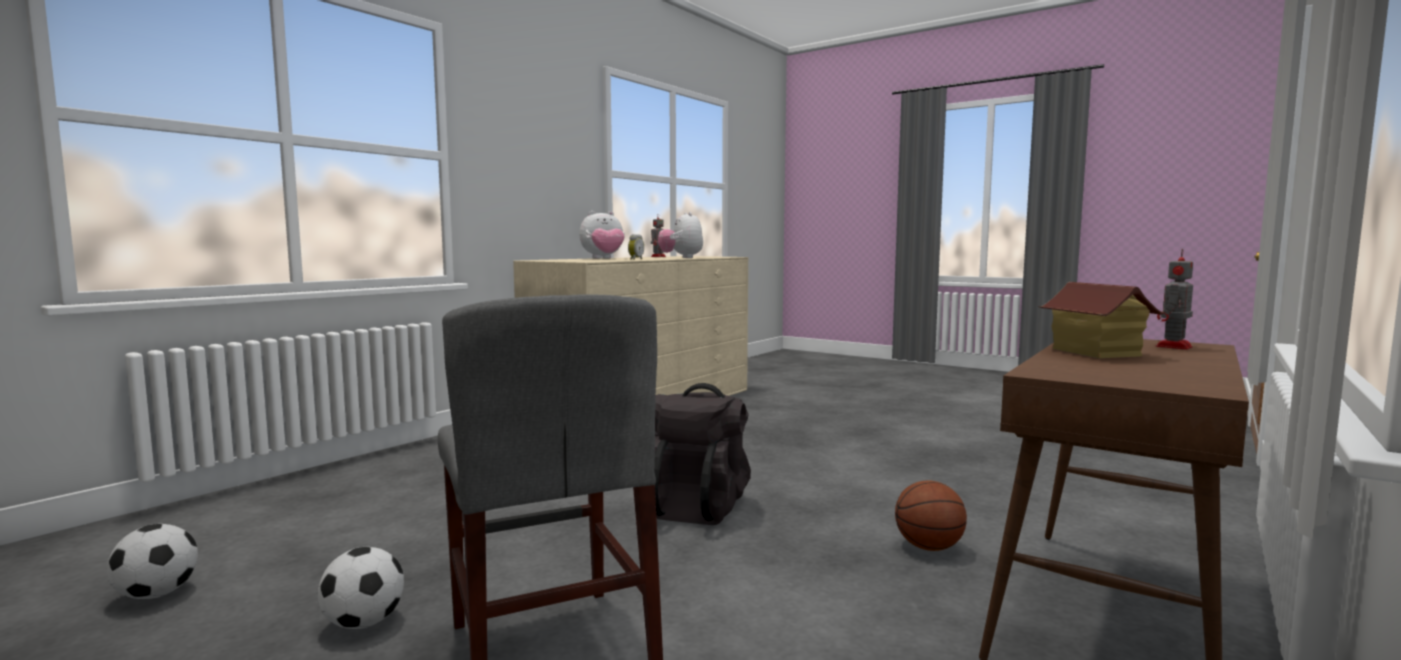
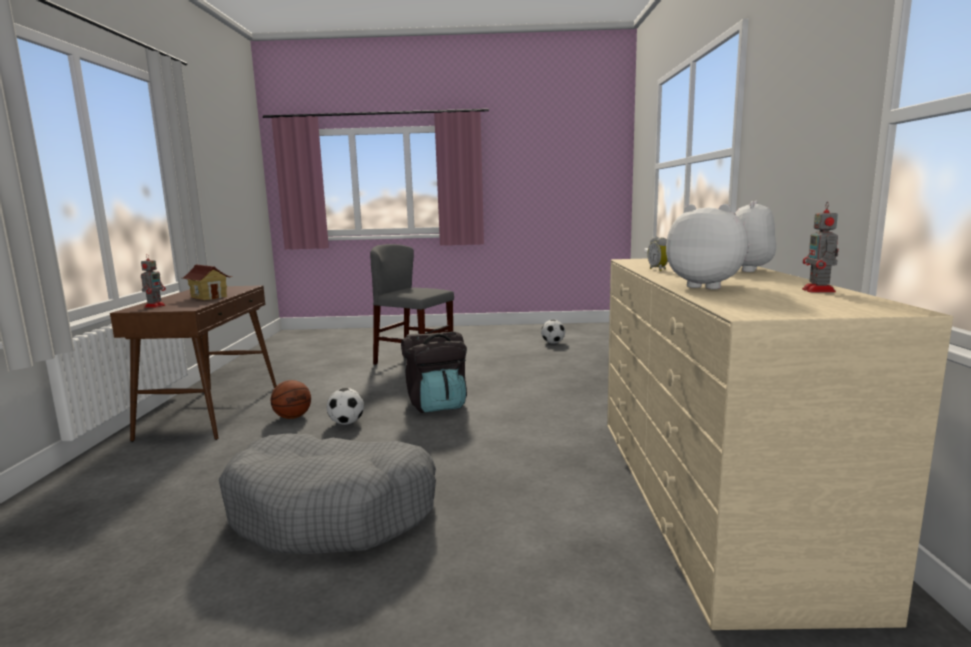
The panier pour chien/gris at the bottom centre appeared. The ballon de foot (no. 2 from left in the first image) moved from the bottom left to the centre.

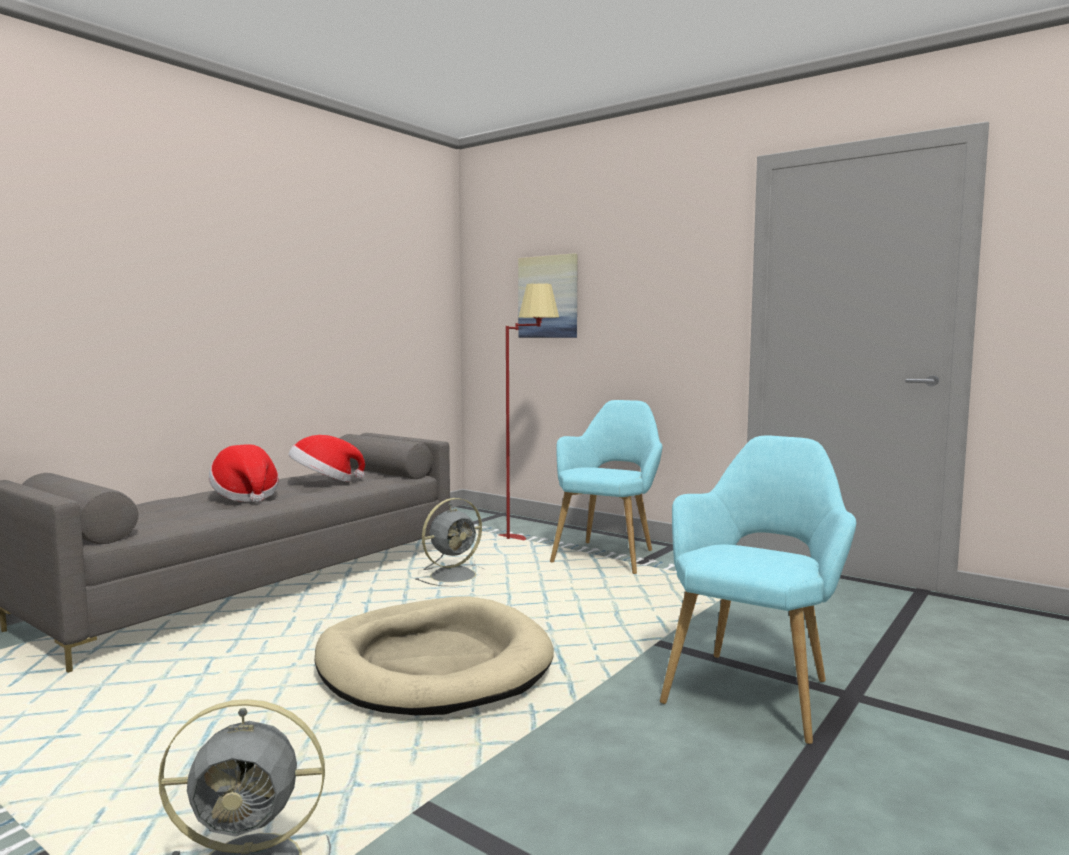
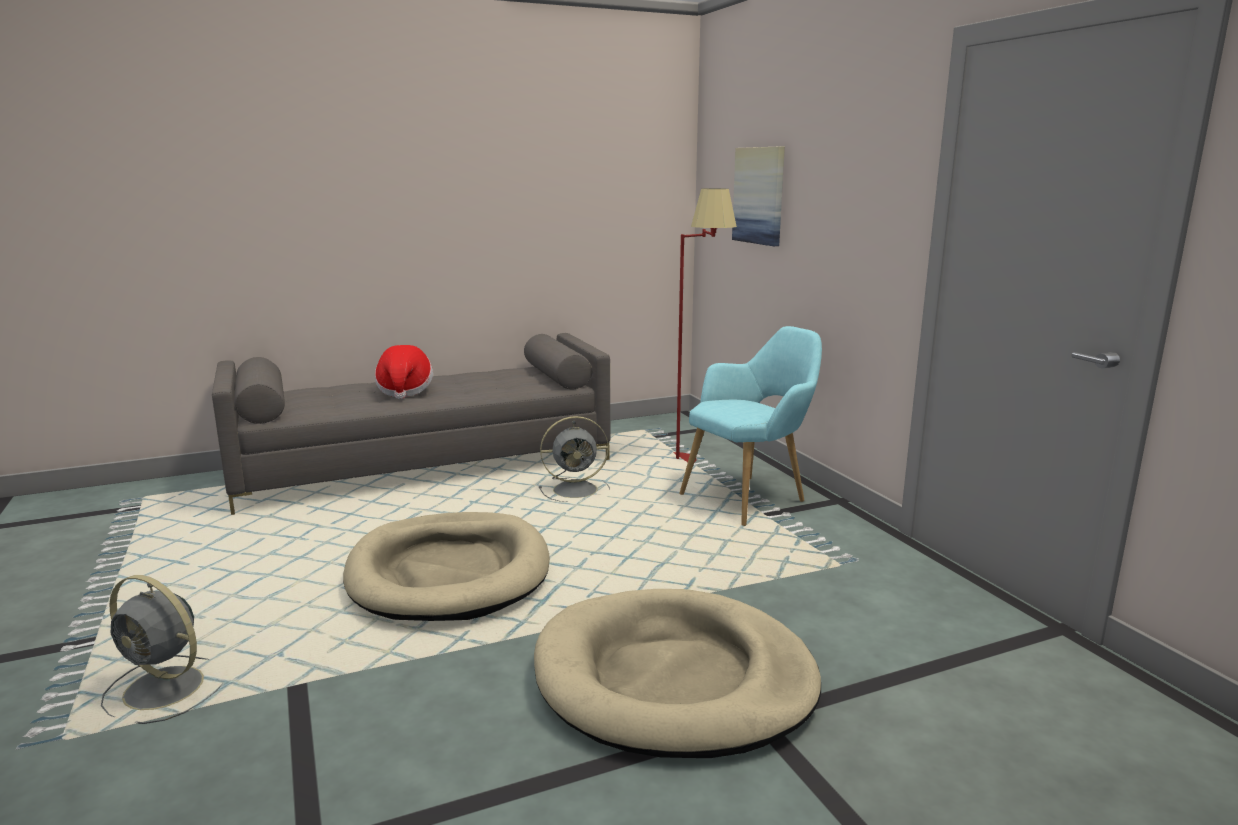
The chapeau (no. 2 from left) at the middle left disappeared. The fauteuil/turquoise (no. 2 from left) at the bottom right was replaced by the panier pour chien/beige (no. 2 from left) at the bottom centre.

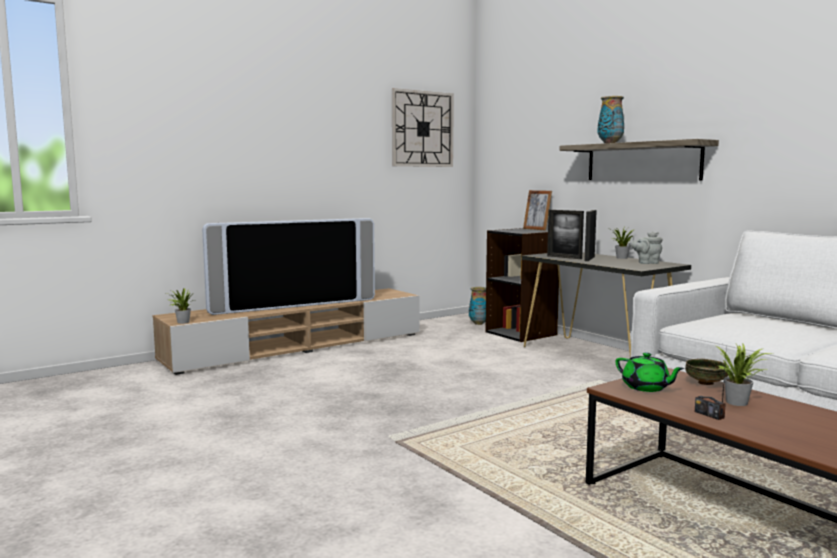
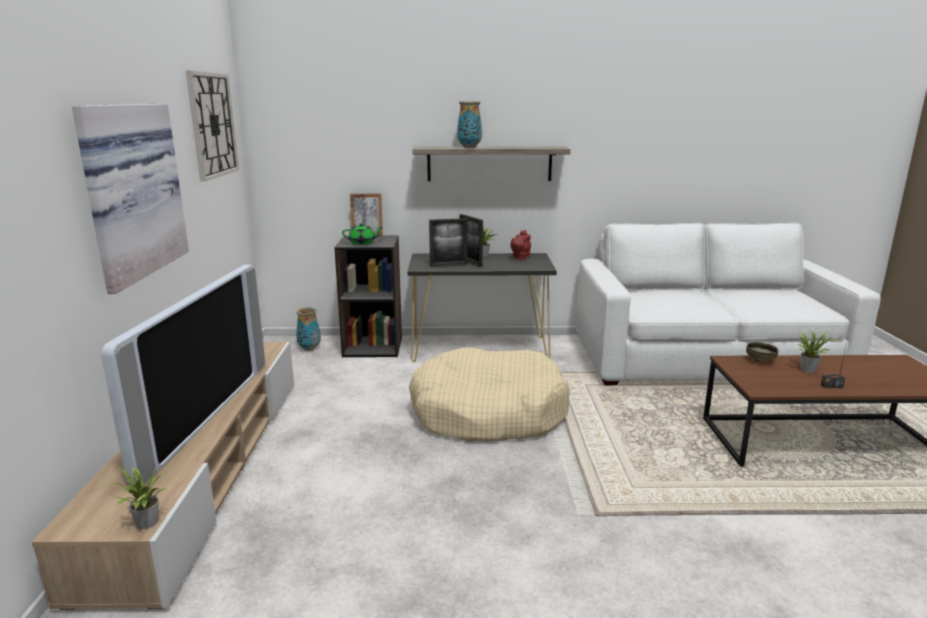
The tableau at the top left appeared. The panier pour chien/beige at the centre appeared. The théière/vert moved from the bottom right to the centre. The théière/gris at the middle right became the théière/rouge at the centre.

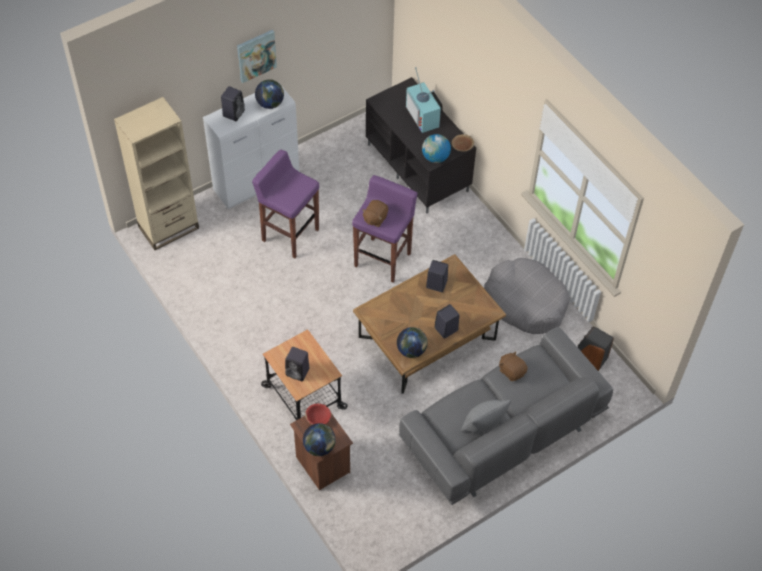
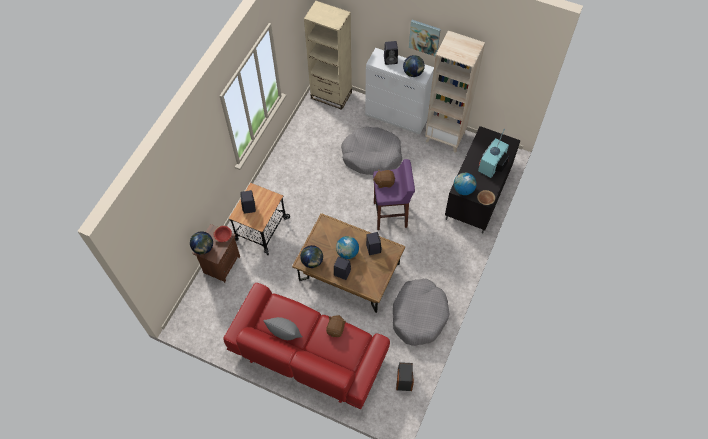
The globe (no. 3 from left) at the centre appeared. The bibliothèque/beige (no. 2 from left) at the top centre appeared. The tabouret/violet (no. 1 from left) at the centre was replaced by the panier pour chien/gris (no. 1 from left) at the centre. The canapé/gris at the bottom centre became the canapé/rouge at the bottom centre.

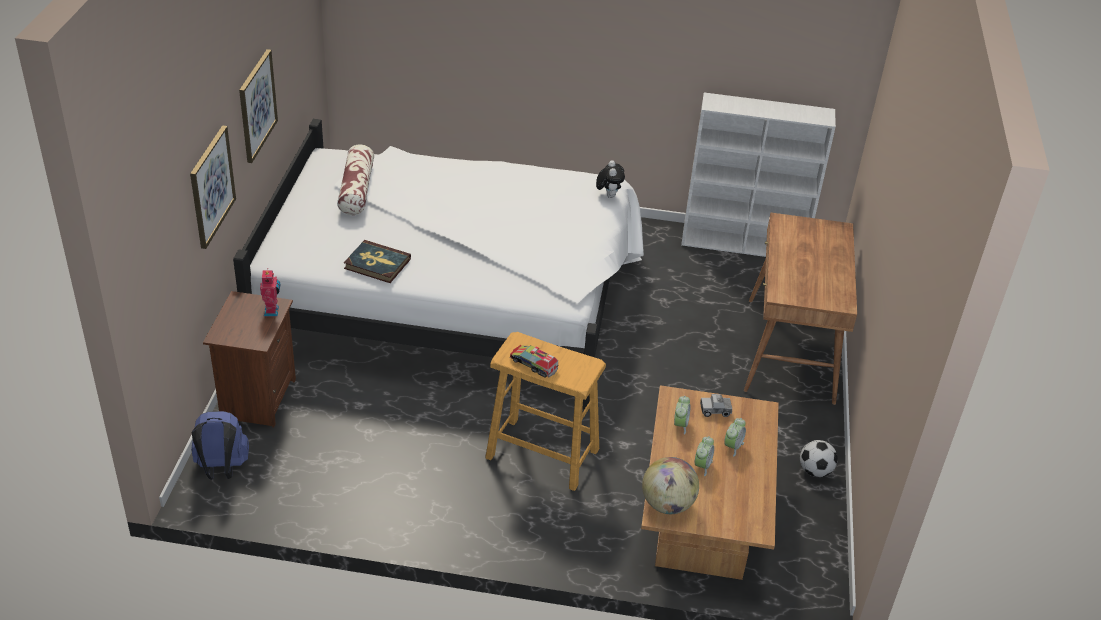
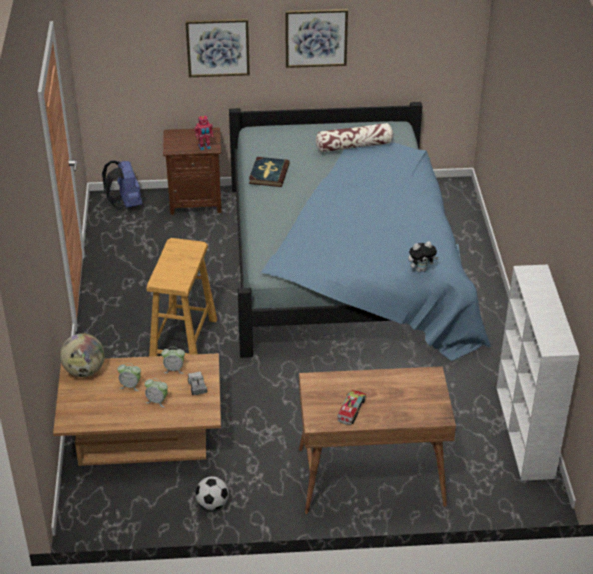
The camion jouet (no. 1 from left in the first image) moved from the centre to the bottom centre. The lit/blanc at the centre became the lit/bleu at the centre.

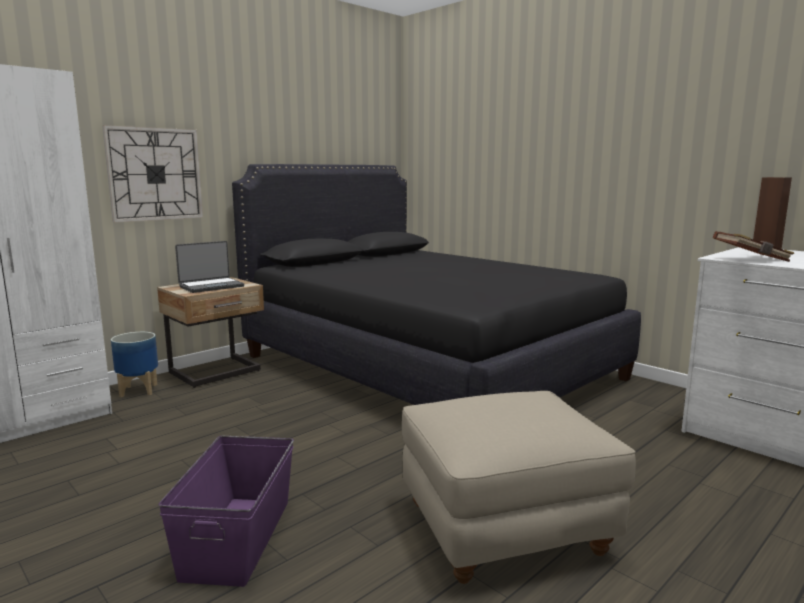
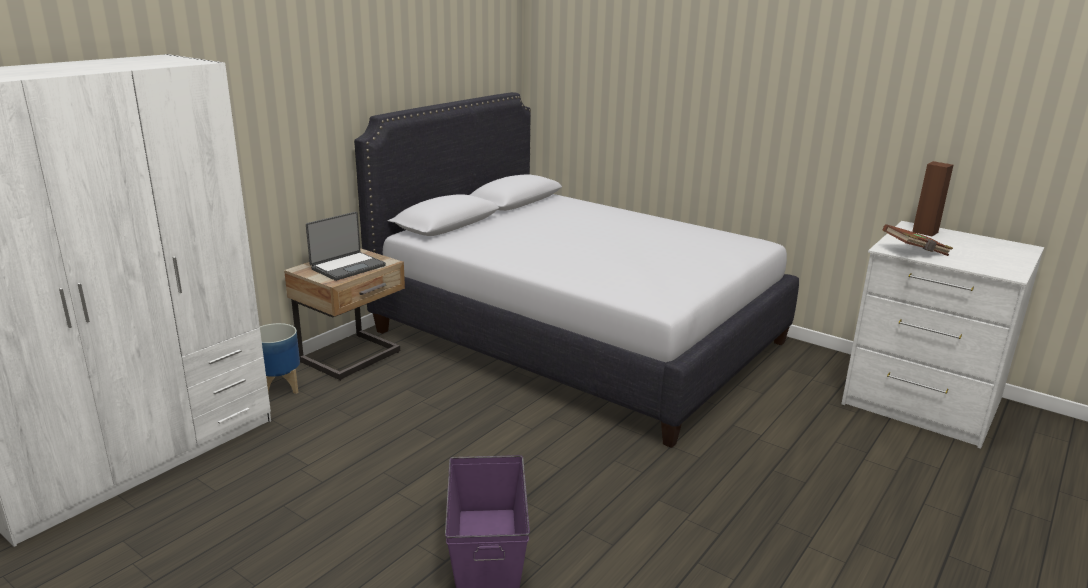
The horloge murale at the top left disappeared. The pouf/beige at the bottom centre disappeared. The lit/noir at the centre became the lit/blanc at the centre.

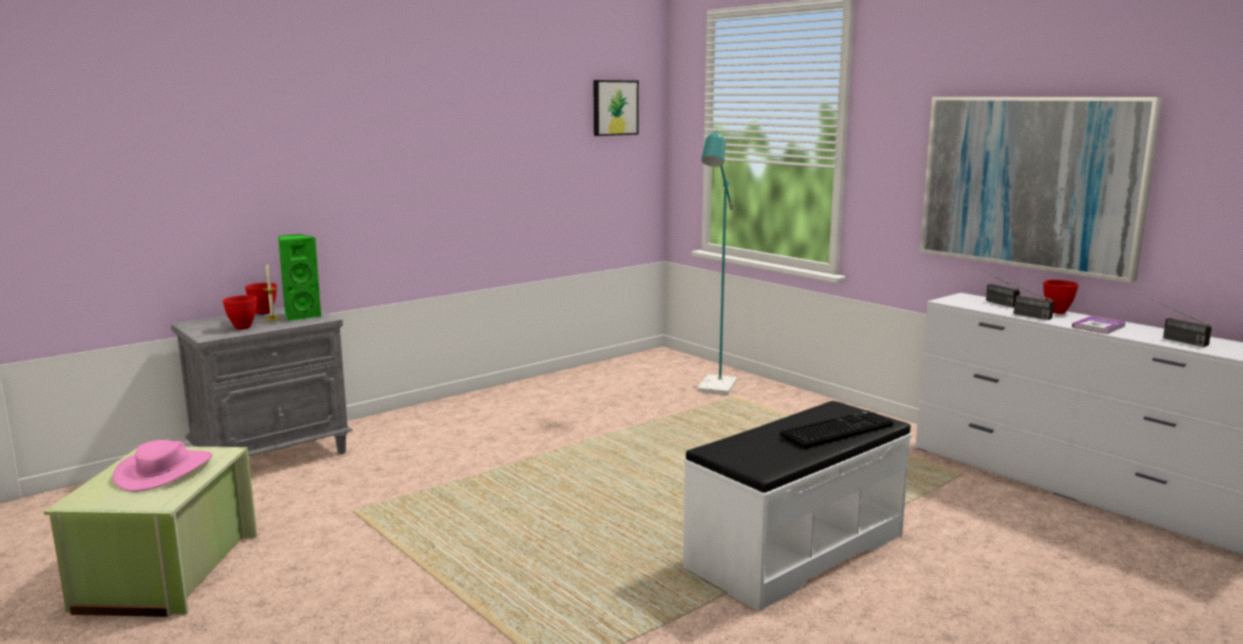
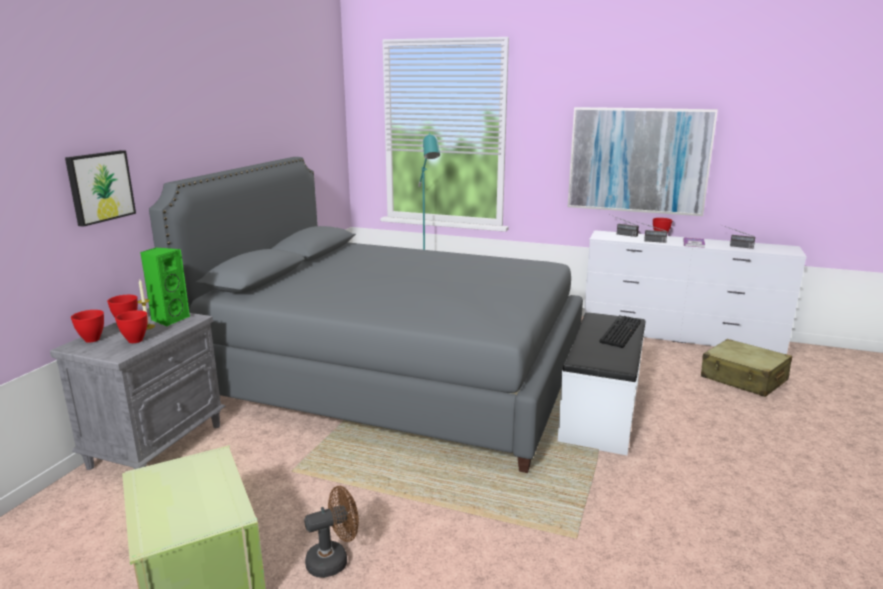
The chapeau/rose at the bottom left disappeared. The bol/rouge (no. 1 from left) at the middle left appeared. The lit/gris at the centre appeared. The ventilateur/marron at the bottom centre appeared. The valise/beige at the middle right appeared. The tableau (no. 1 from left) moved from the top centre to the top left.

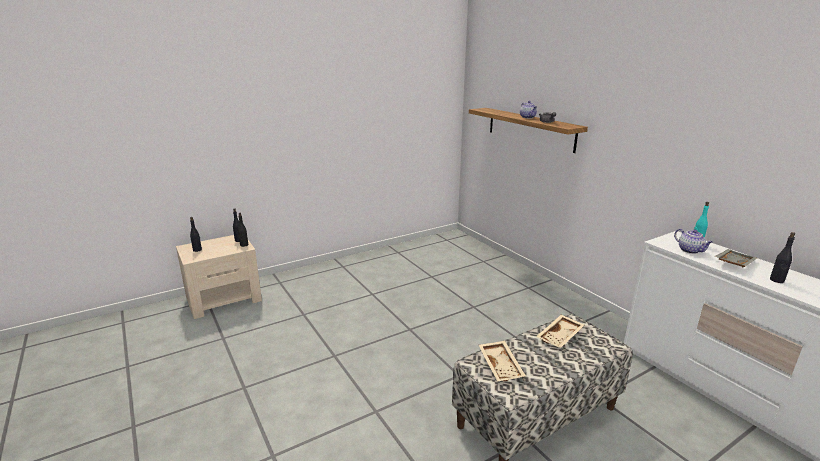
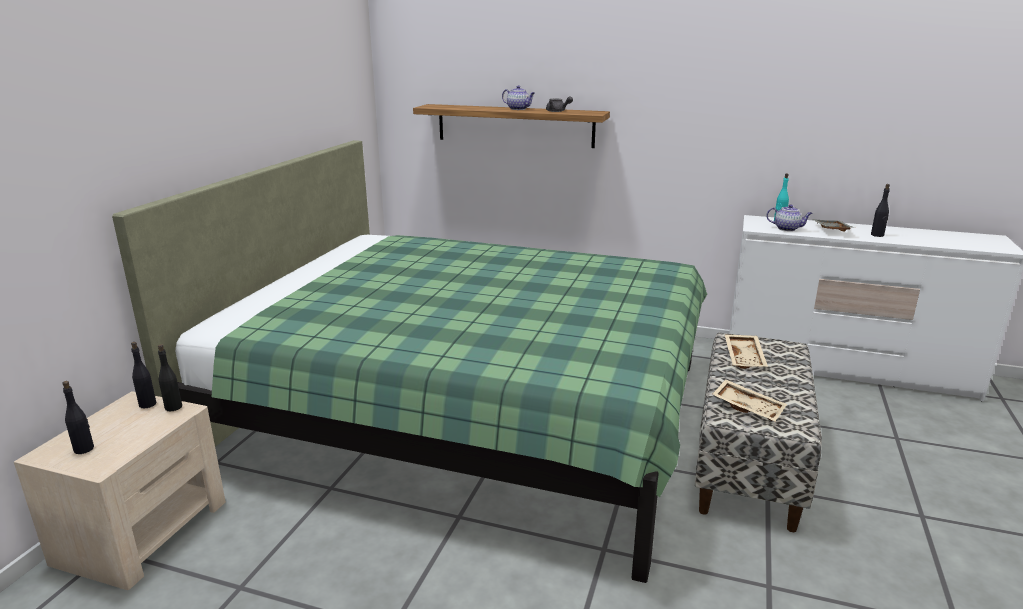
The lit/vert at the centre appeared.

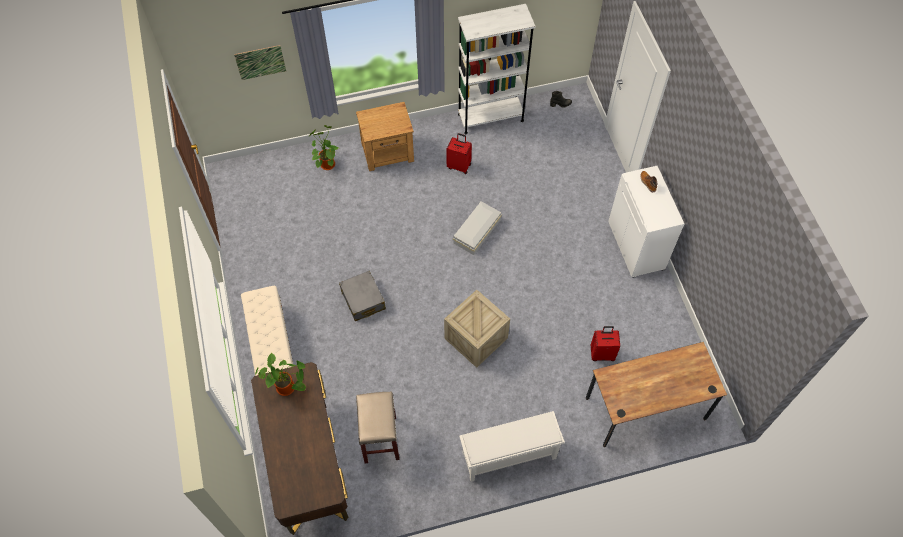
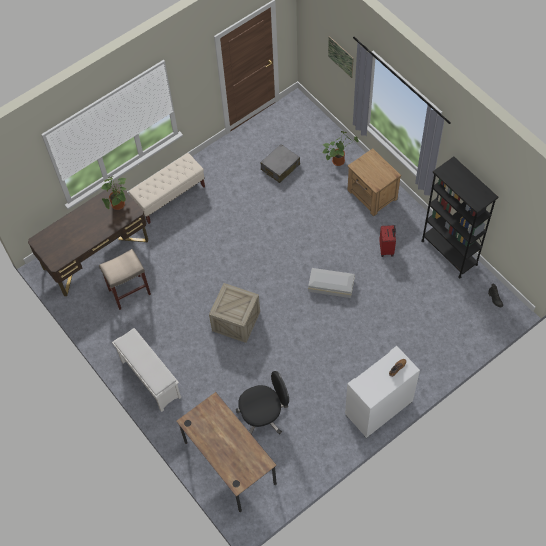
The valise/gris moved from the centre to the top centre. The valise/rouge (no. 2 from left) at the middle right was replaced by the chaise de bureau/noir at the bottom centre. The bibliothèque/blanc at the top centre became the bibliothèque/noir at the middle right.

